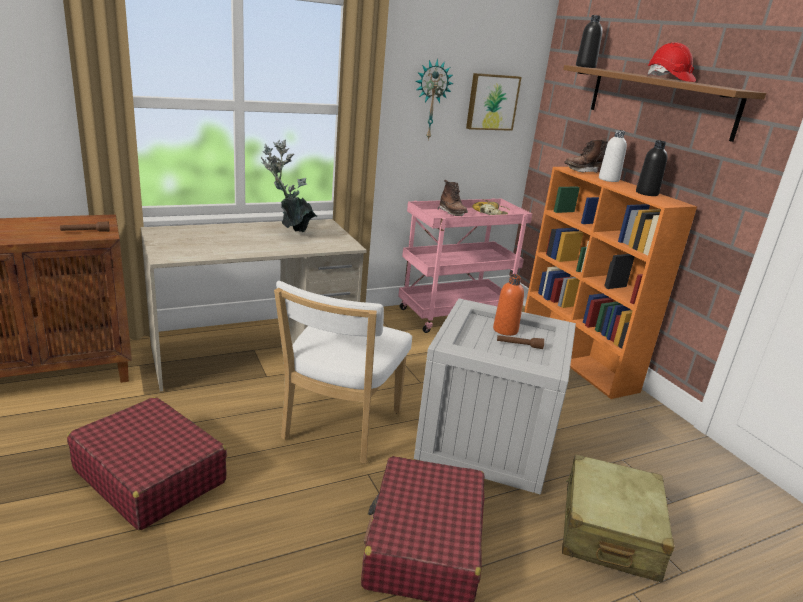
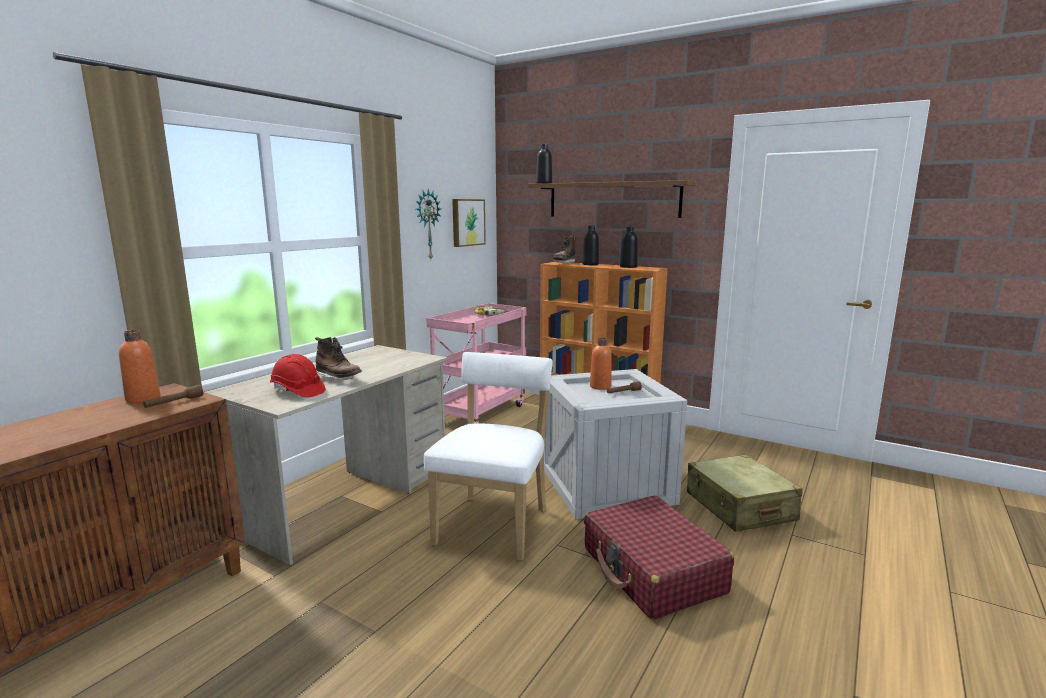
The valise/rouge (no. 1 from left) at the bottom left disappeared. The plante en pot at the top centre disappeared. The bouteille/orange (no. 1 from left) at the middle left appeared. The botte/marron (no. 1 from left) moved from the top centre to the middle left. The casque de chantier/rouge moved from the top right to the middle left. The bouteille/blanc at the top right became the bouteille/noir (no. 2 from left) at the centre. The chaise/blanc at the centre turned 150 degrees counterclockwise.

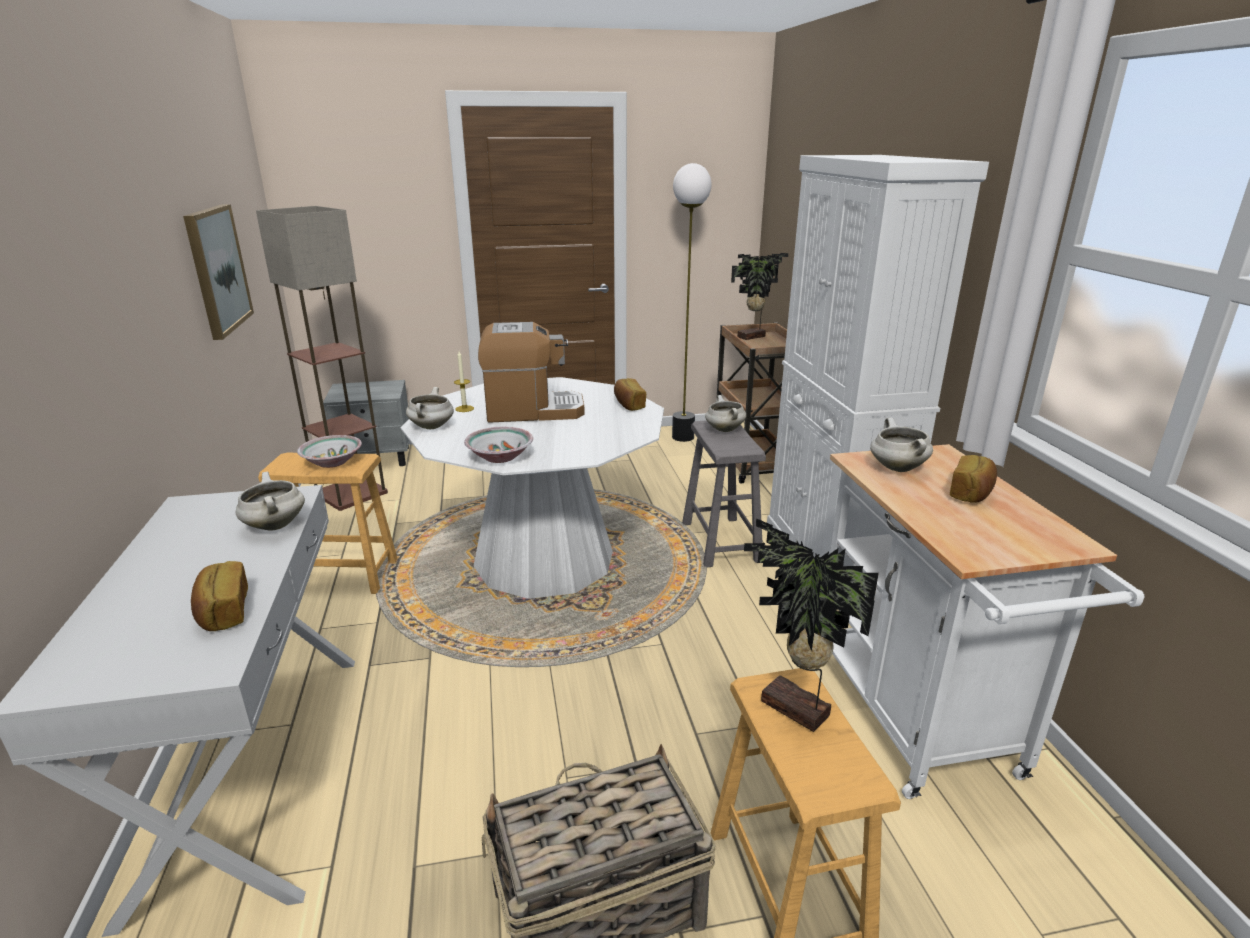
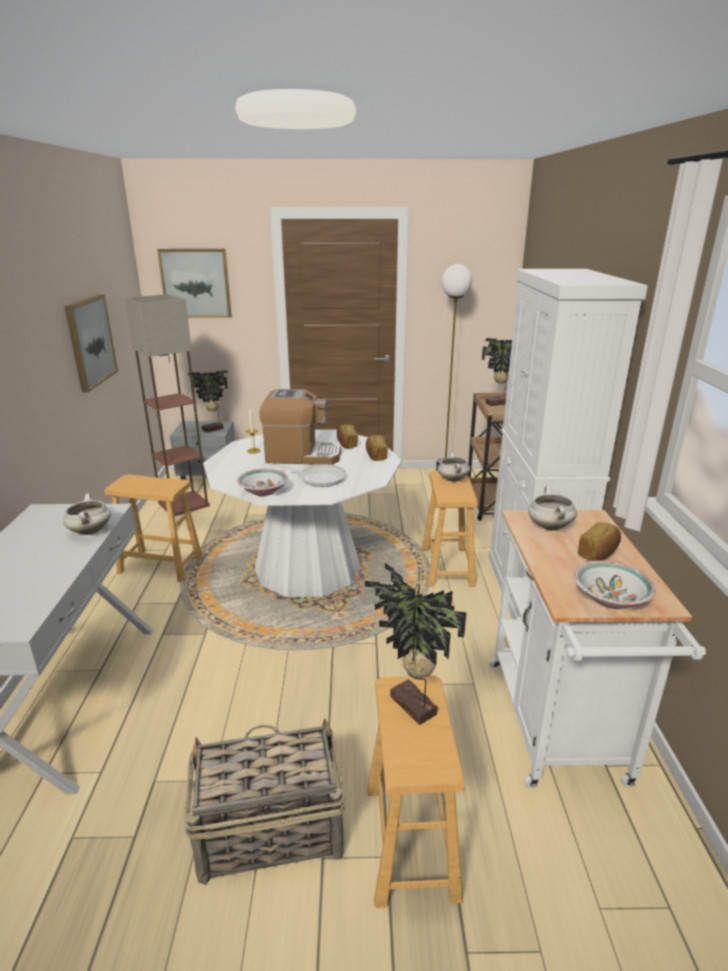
The marmite/blanc (no. 2 from left) at the centre disappeared. The tableau (no. 2 from left) at the top left appeared. The plante en pot (no. 1 from left) at the middle left appeared. The poêle at the centre appeared. The pain (no. 1 from left) moved from the middle left to the centre. The bol (no. 1 from left in the first image) moved from the middle left to the middle right. The tabouret/gris at the centre became the tabouret/marron (no. 3 from left) at the centre.

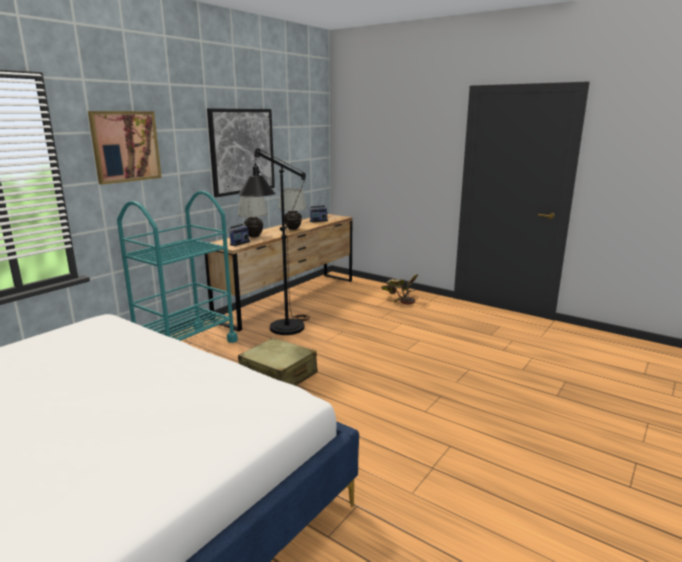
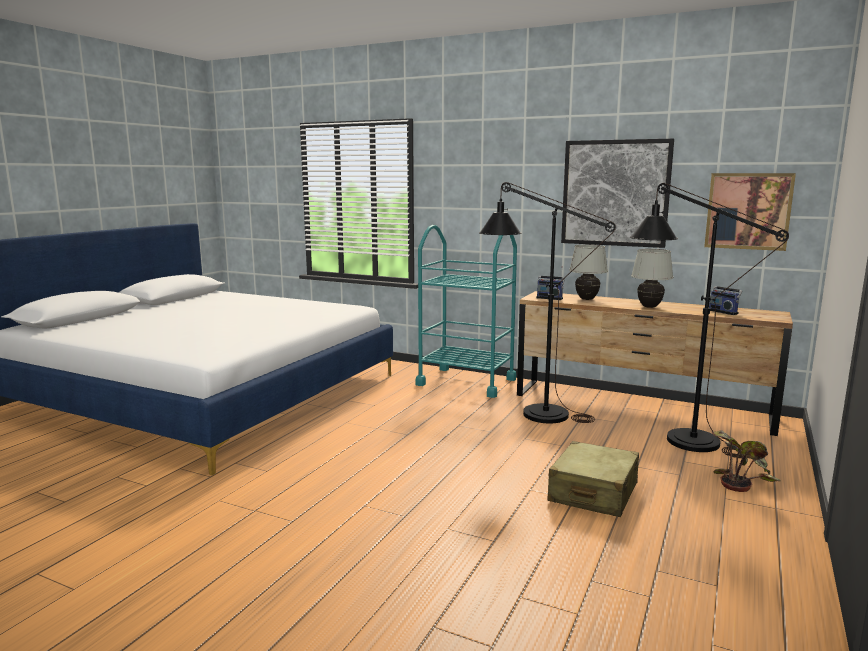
The lampadaire/noir (no. 2 from left) at the middle right appeared. The tableau (no. 1 from left in the first image) moved from the top left to the top right. The valise/beige moved from the centre to the bottom right.

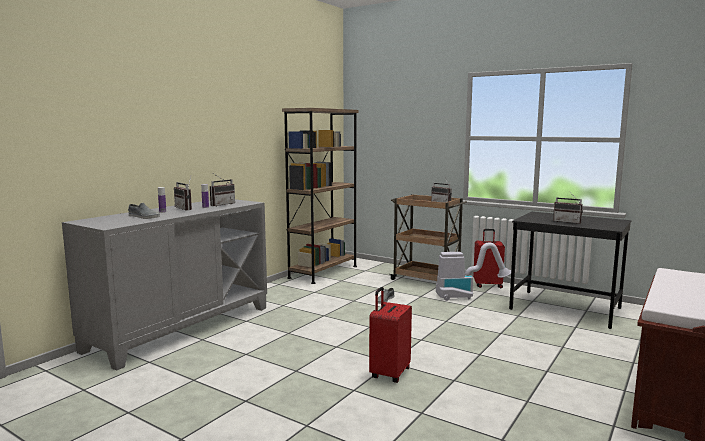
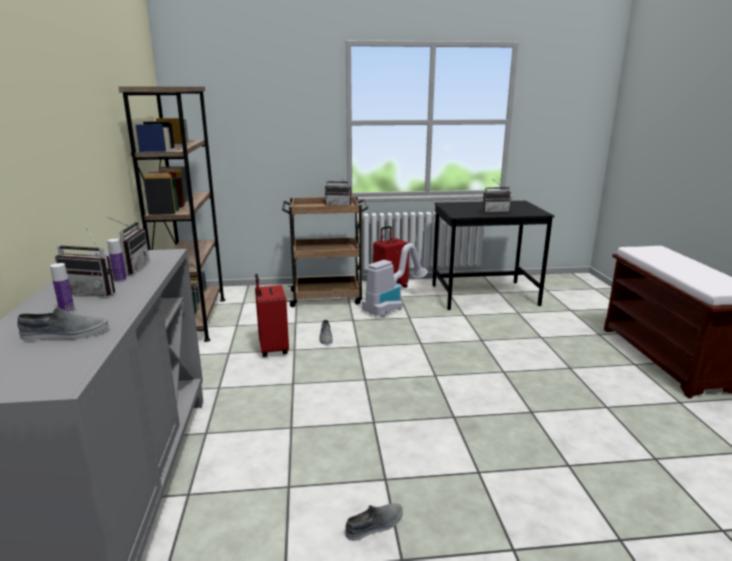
The chaussure/gris (no. 3 from left) at the bottom centre appeared. The valise/rouge (no. 1 from left) moved from the bottom centre to the centre.

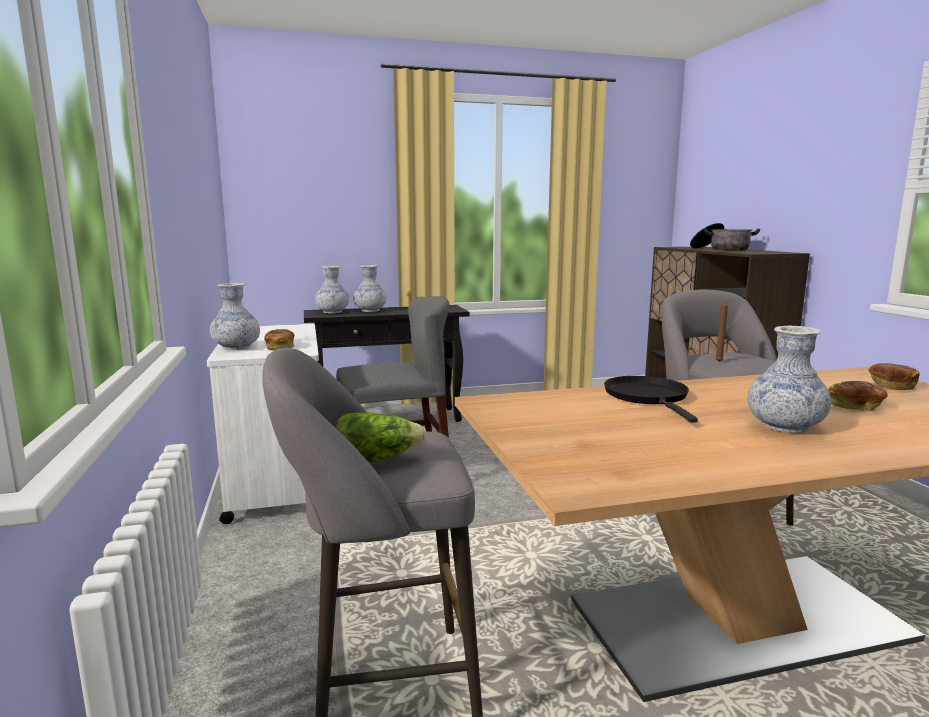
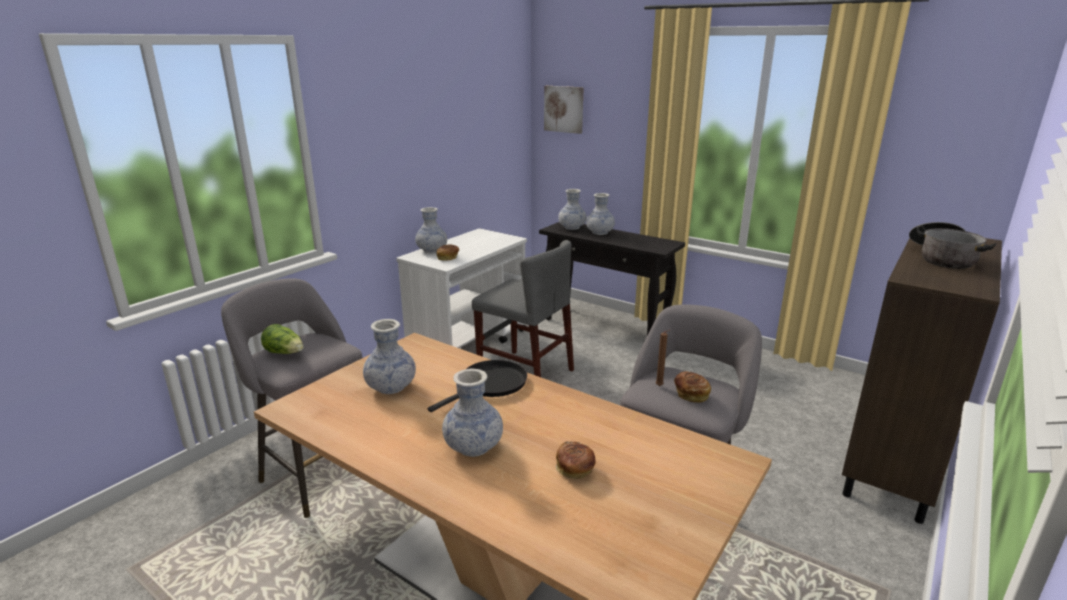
The vase (no. 1 from left) at the centre appeared. The tableau at the top centre appeared. The pain (no. 3 from left) moved from the middle right to the centre.

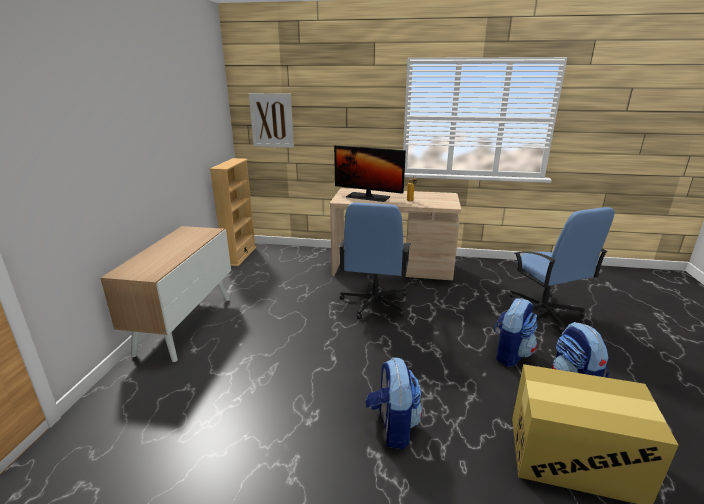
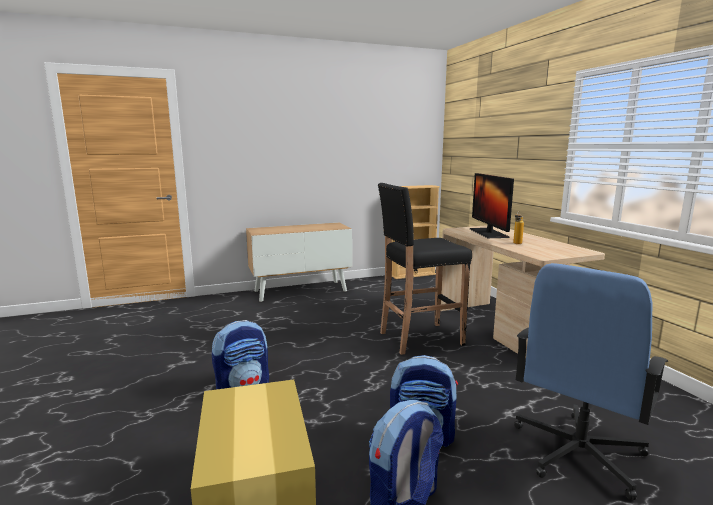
The tableau at the top centre disappeared. The chaise de bureau/bleu (no. 1 from left) at the centre was replaced by the tabouret/noir at the centre.

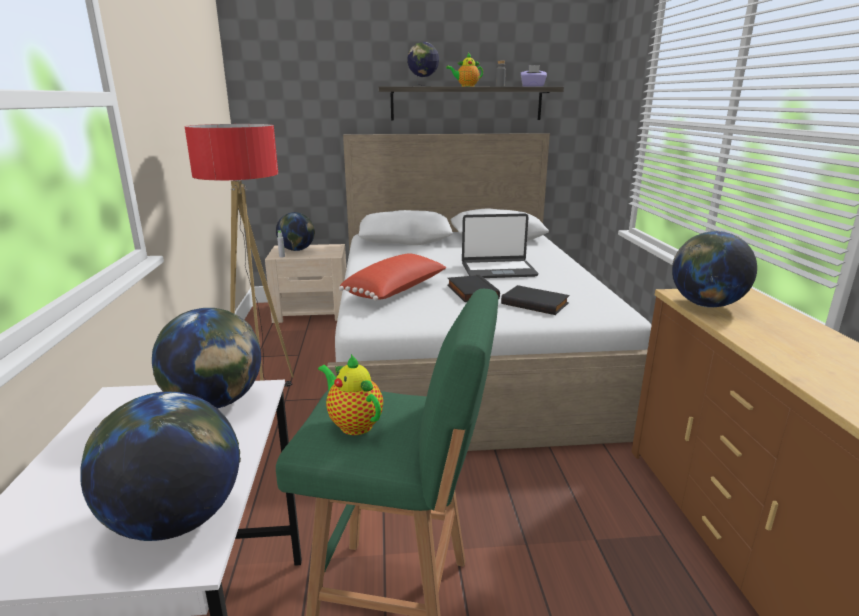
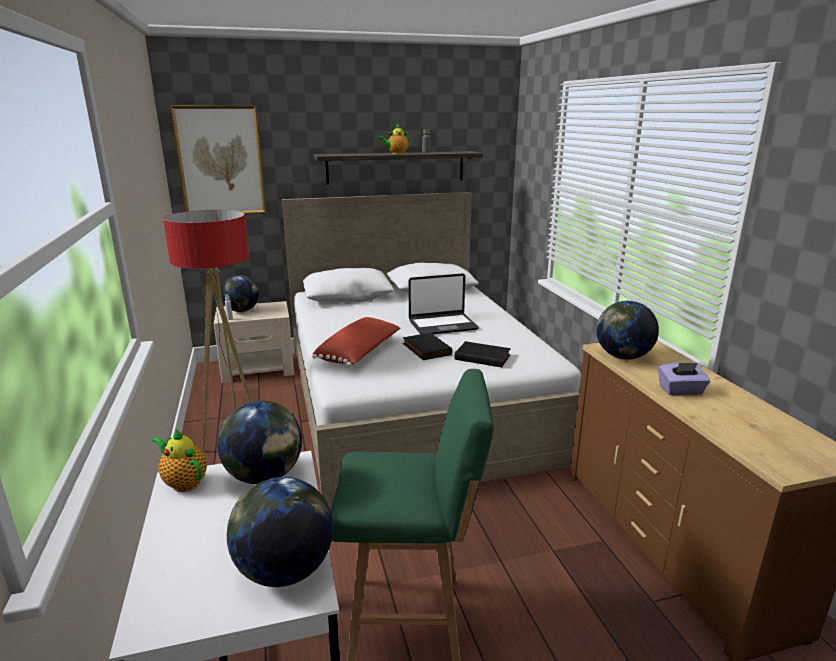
The globe (no. 4 from left) at the top centre disappeared. The tableau at the top left appeared. The théière (no. 1 from left) moved from the centre to the bottom left. The boîte à mouchoirs/violet moved from the top centre to the middle right.

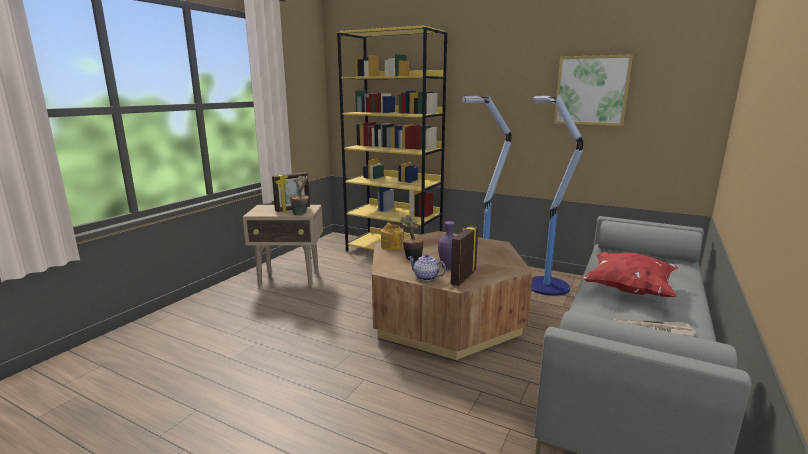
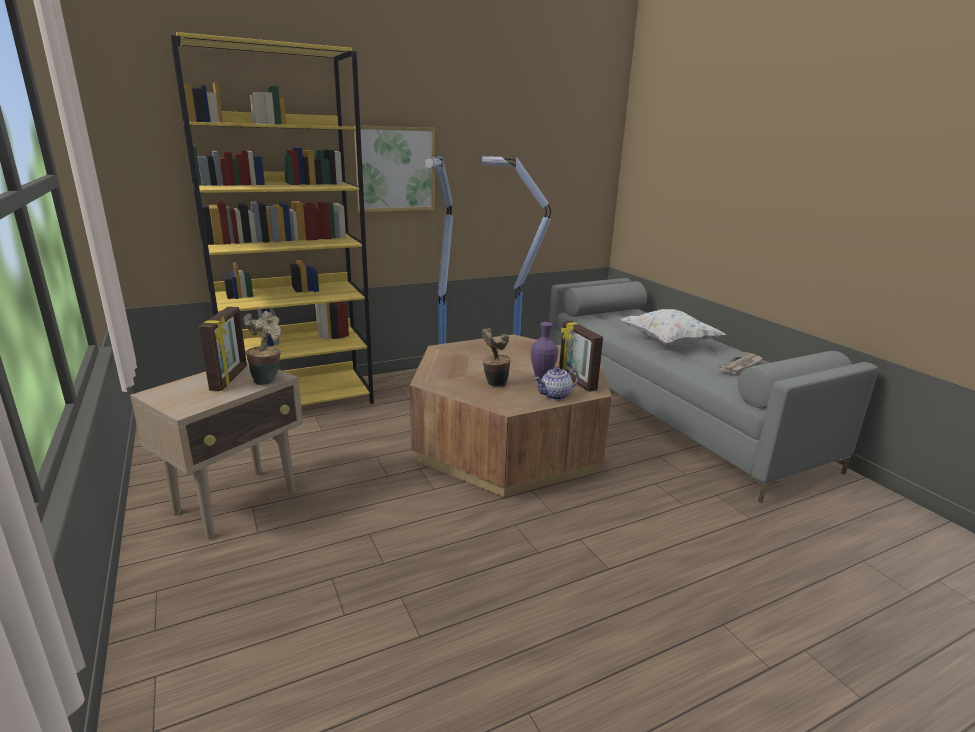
The théière (no. 1 from left) at the centre disappeared. The tableau moved from the top right to the top centre. The coussin/rouge at the middle right became the coussin/blanc at the middle right.

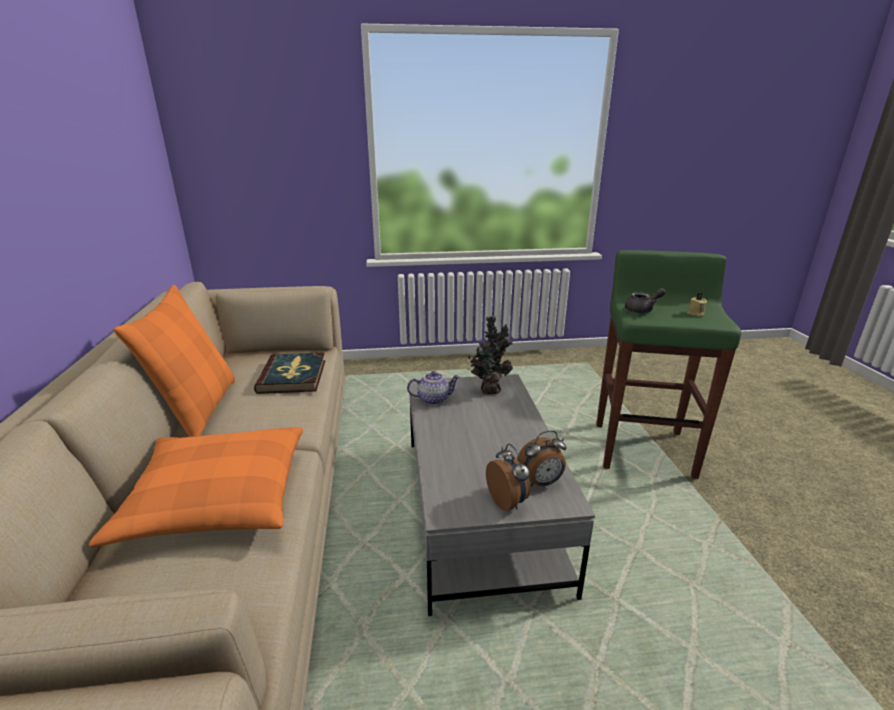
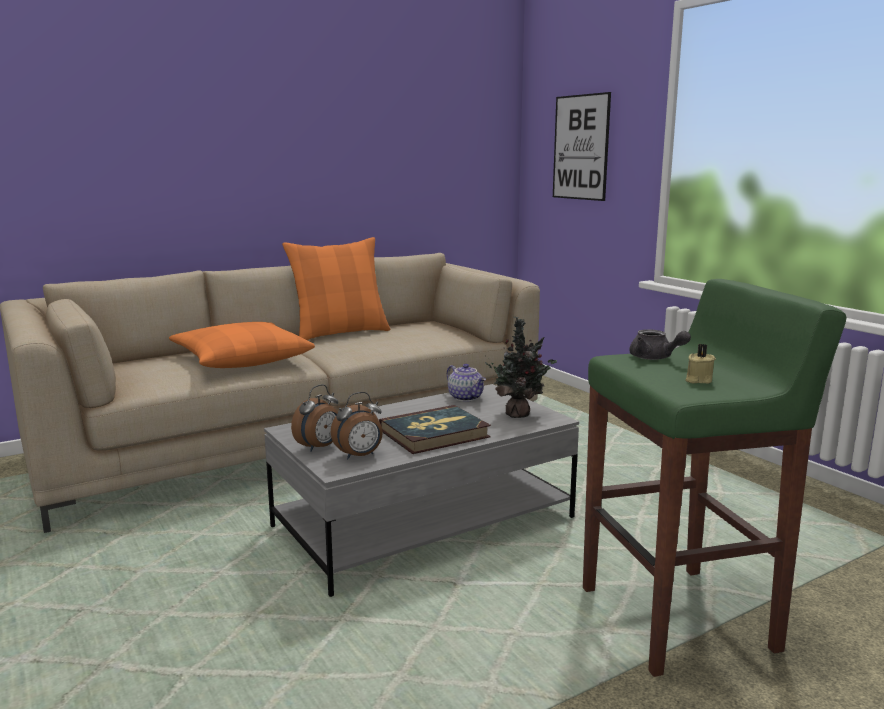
The tableau at the top centre appeared. The livre moved from the middle left to the centre. The réveil (no. 2 from left) at the centre turned 75 degrees counterclockwise.

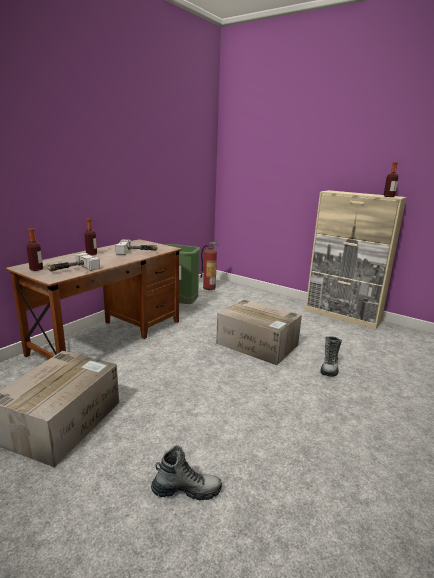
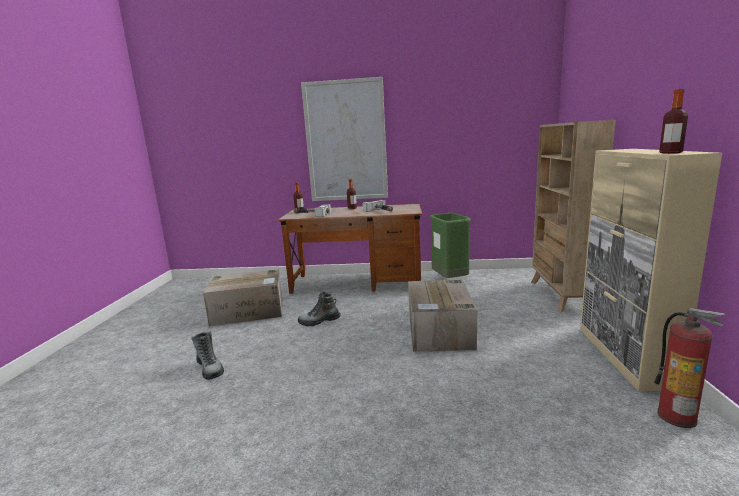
The tableau at the top centre appeared. The bibliothèque/beige at the middle right appeared. The extincteur moved from the centre to the bottom right. The botte (no. 2 from left) moved from the middle right to the centre.

